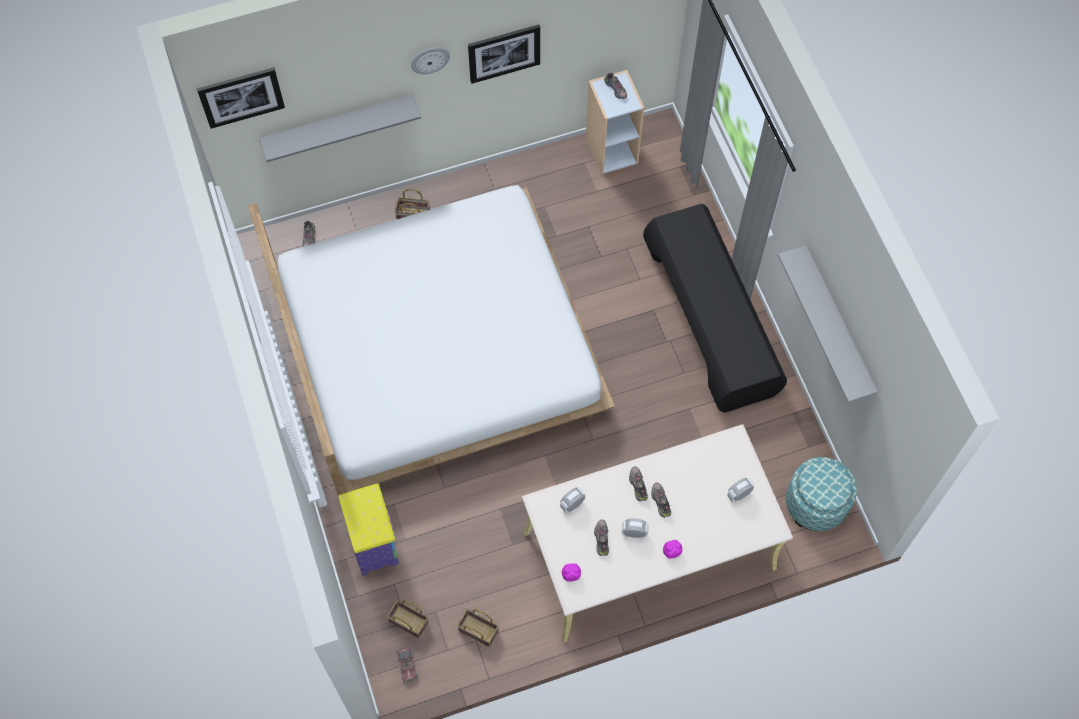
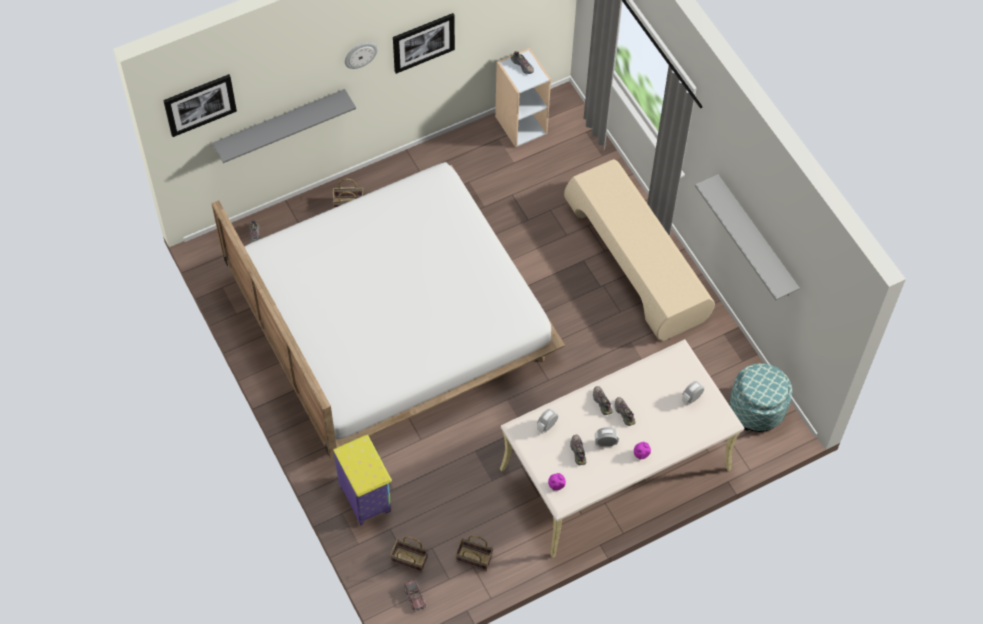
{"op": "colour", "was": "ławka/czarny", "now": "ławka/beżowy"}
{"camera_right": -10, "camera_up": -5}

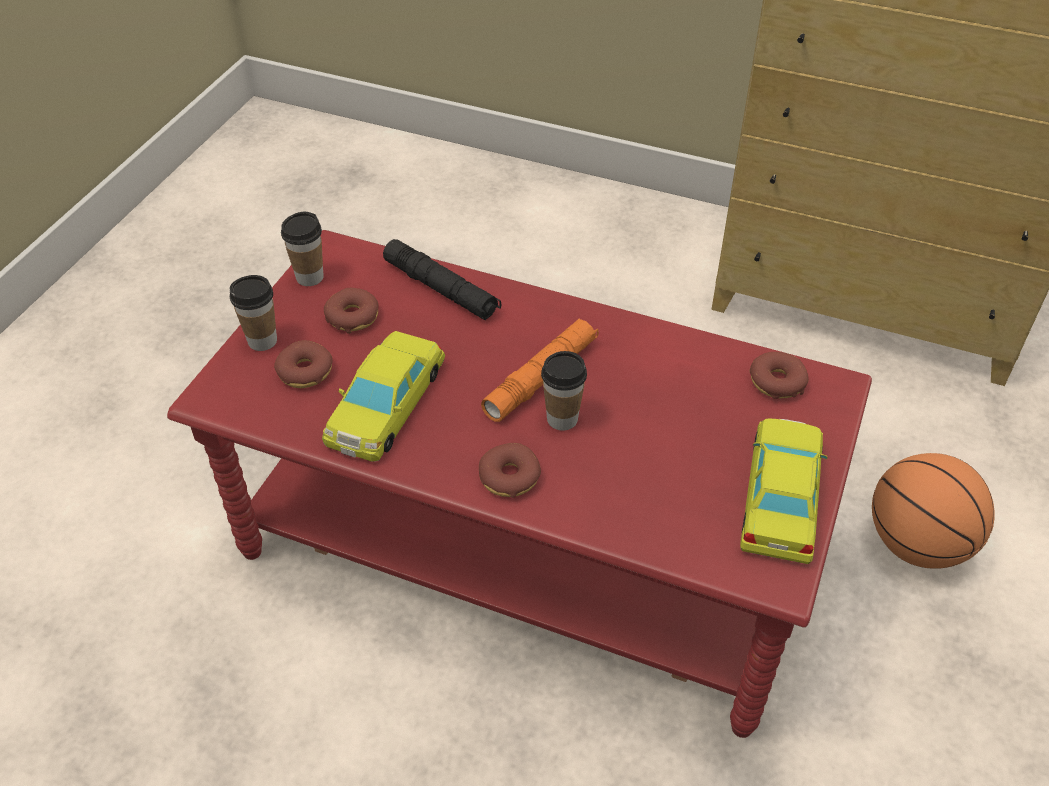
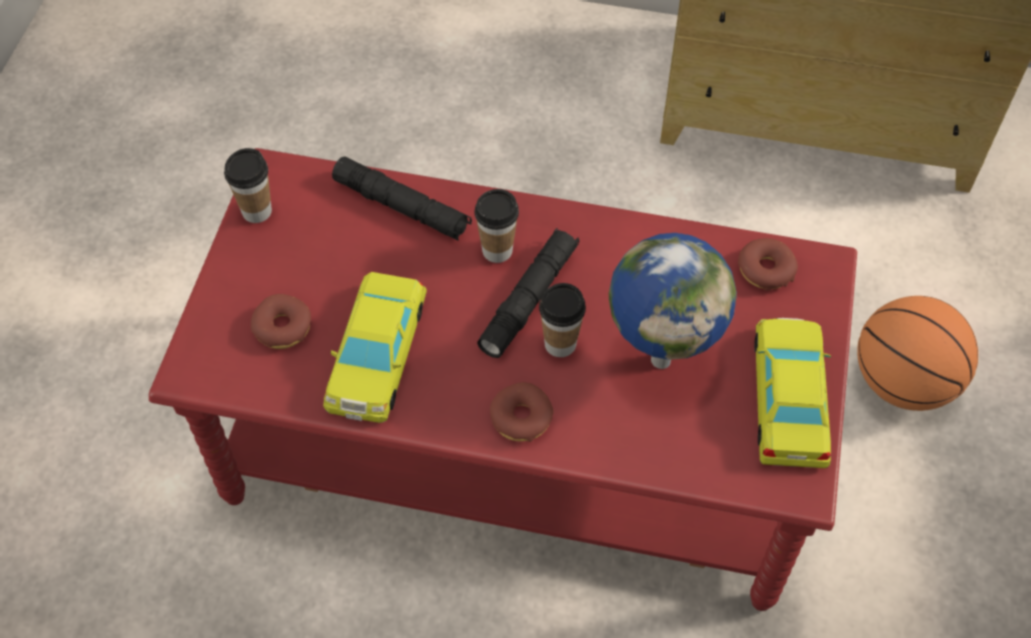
{"op": "relocated", "was": "filiżanka (no. 1 from left in the first image)", "now": "filiżanka (no. 2 from left)"}
{"op": "colour", "was": "latarka/pomarańczowy", "now": "latarka/czarny (no. 2 from left)"}
{"op": "appeared", "now": "globus"}
{"op": "missing", "was": "donut (no. 2 from left)"}
{"camera_right": -10, "camera_up": 10}

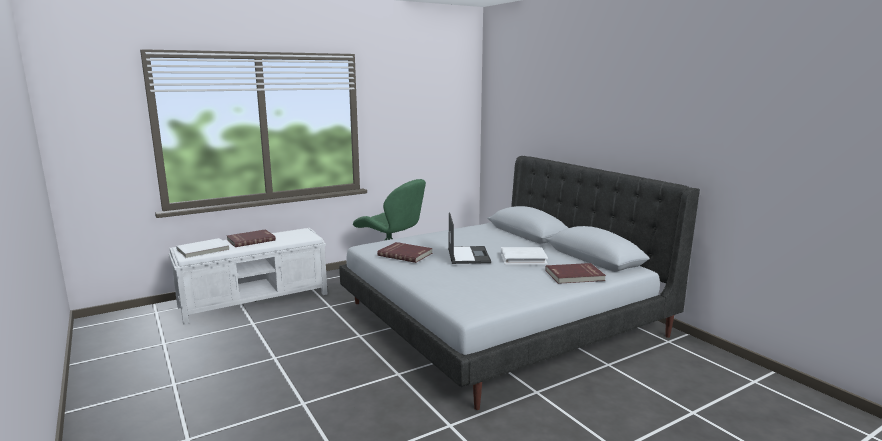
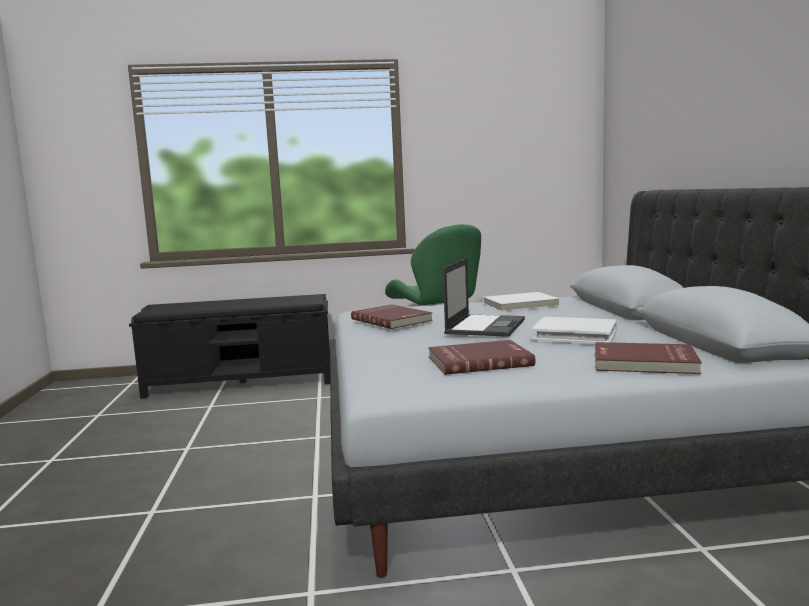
{"op": "colour", "was": "ławka/biały", "now": "ławka/czarny"}
{"op": "relocated", "was": "książka/czerwony (no. 1 from left in the first image)", "now": "książka/czerwony (no. 2 from left)"}
{"op": "relocated", "was": "książka/biały (no. 1 from left)"}
{"camera_right": 25, "camera_up": -5}

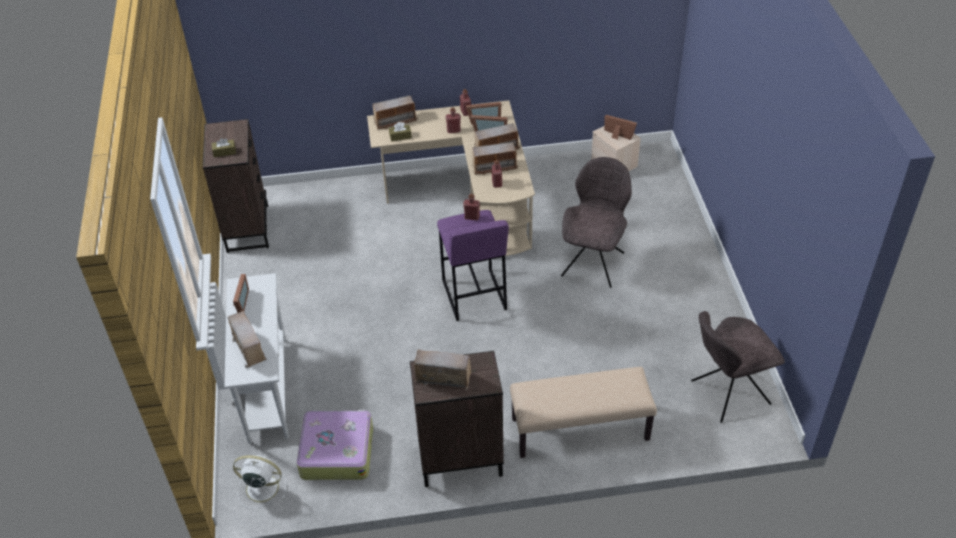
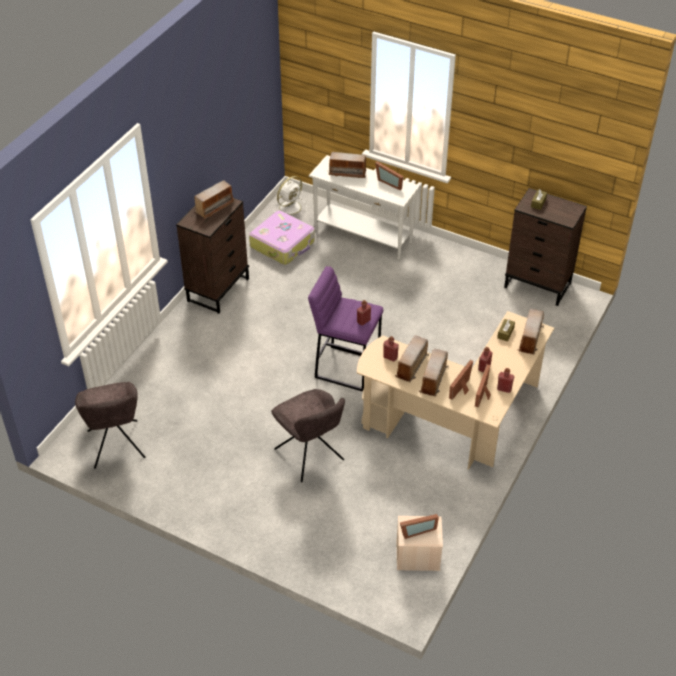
{"op": "spun", "was": "krzesło/szary (no. 2 from left in the first image)", "clockwise": 150}
{"op": "missing", "was": "ławka/beżowy"}
{"camera_right": 125, "camera_up": 0}

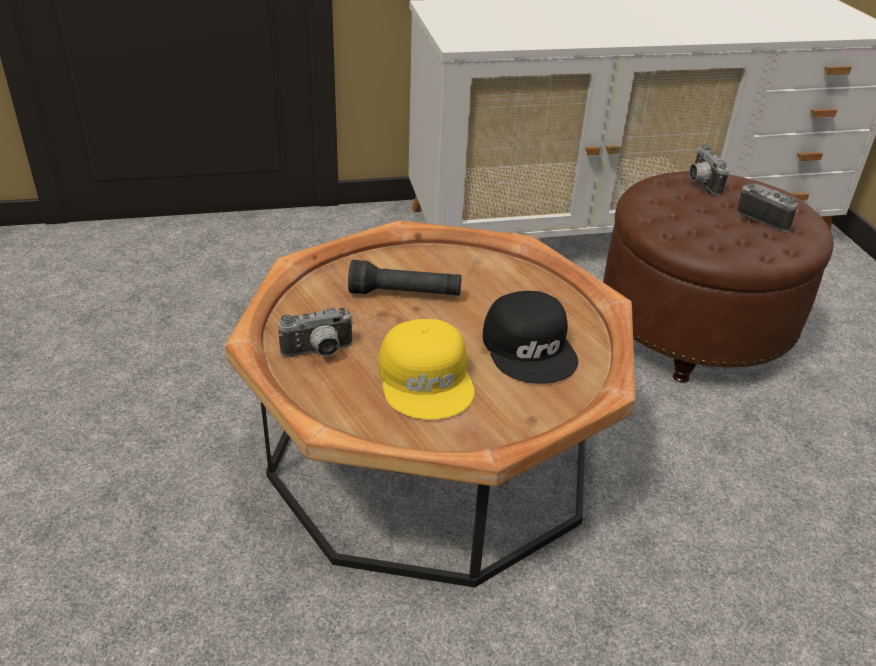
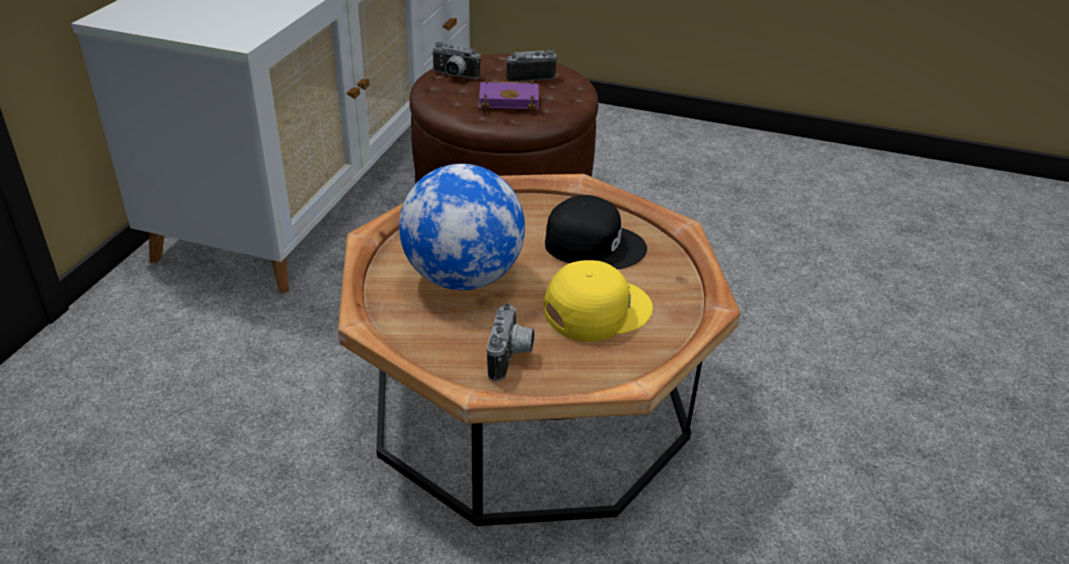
{"op": "exchanged", "was": "latarka/czarny", "now": "globus"}
{"op": "appeared", "now": "książka/fioletowy"}
{"op": "spun", "was": "czapka z daszkiem/żółty", "clockwise": -45}
{"camera_right": -60, "camera_up": 0}

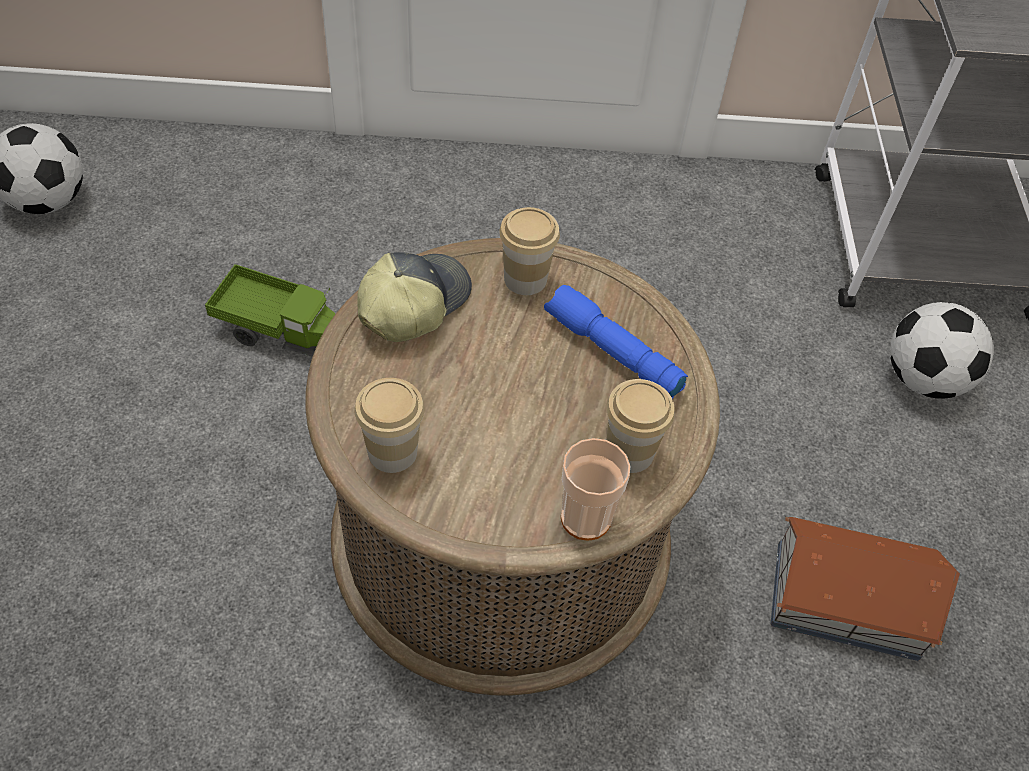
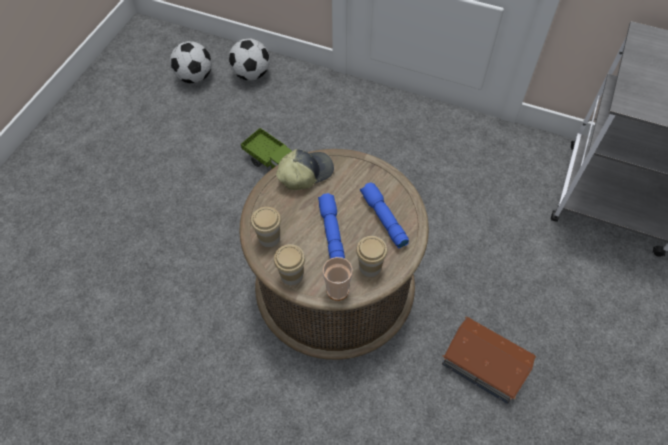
{"op": "relocated", "was": "piłka futbolowa (no. 2 from left)"}
{"op": "relocated", "was": "filiżanka (no. 2 from left)"}
{"op": "appeared", "now": "latarka/niebieski (no. 1 from left)"}
{"camera_right": 25, "camera_up": 5}

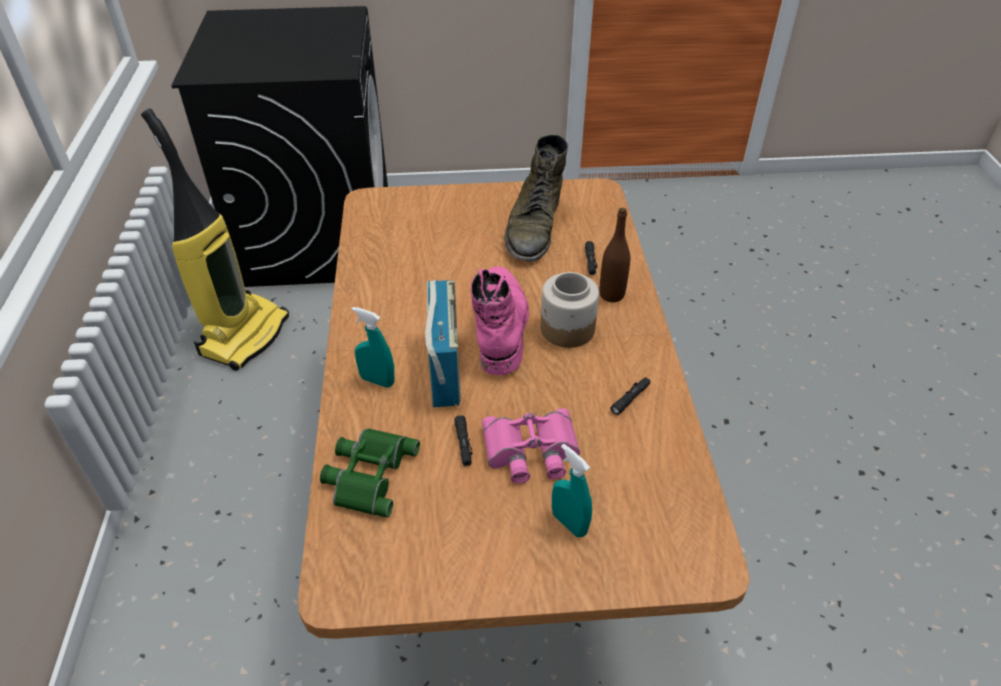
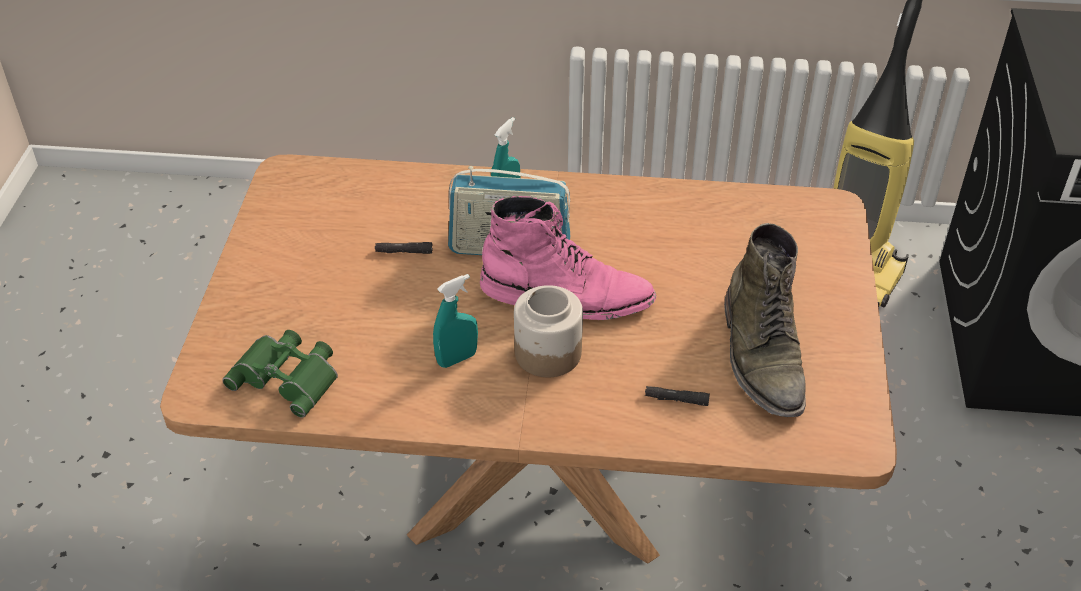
{"op": "relocated", "was": "lornetka/zielony"}
{"op": "relocated", "was": "spryskiwacz/turkusowy (no. 2 from left in the first image)", "now": "spryskiwacz/turkusowy (no. 1 from left)"}
{"op": "spun", "was": "but z cholewką/zielony", "clockwise": -120}
{"op": "missing", "was": "lornetka/różowy"}
{"op": "missing", "was": "butelka/brązowy"}
{"op": "missing", "was": "latarka/czarny (no. 3 from left)"}
{"camera_right": 100, "camera_up": 0}

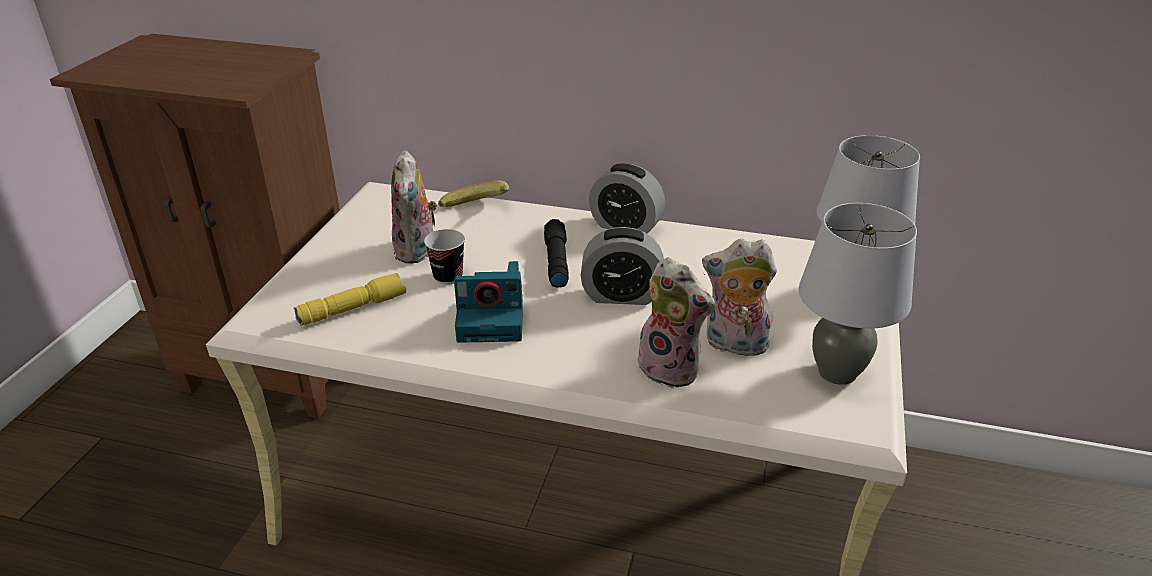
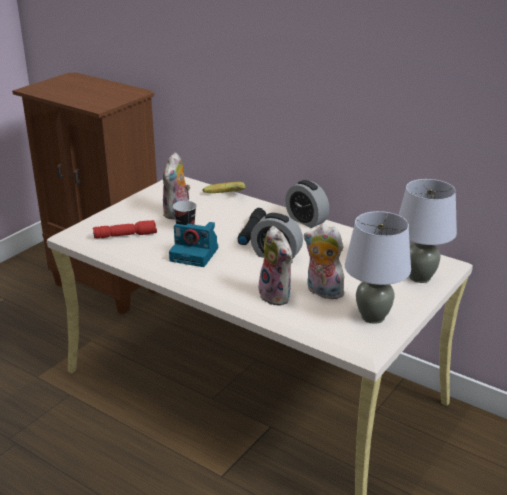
{"op": "colour", "was": "latarka/żółty", "now": "latarka/czerwony"}
{"camera_right": 20, "camera_up": -5}

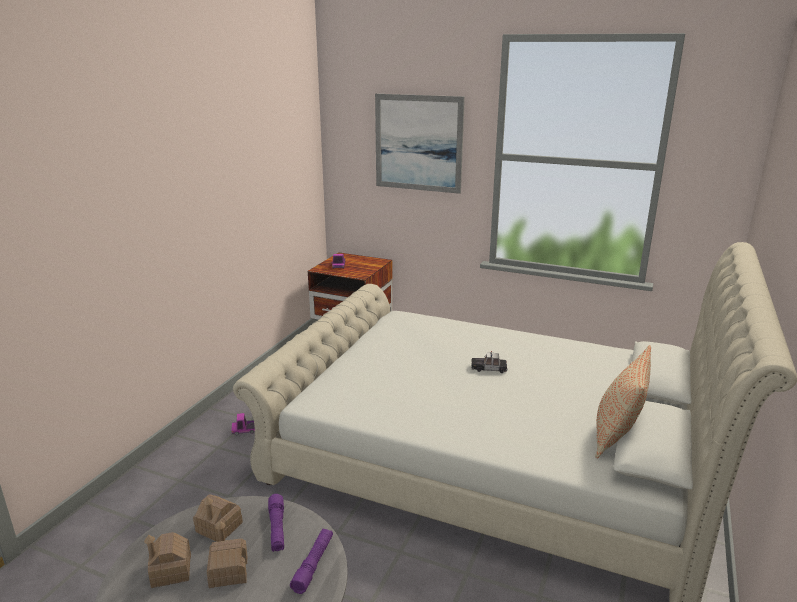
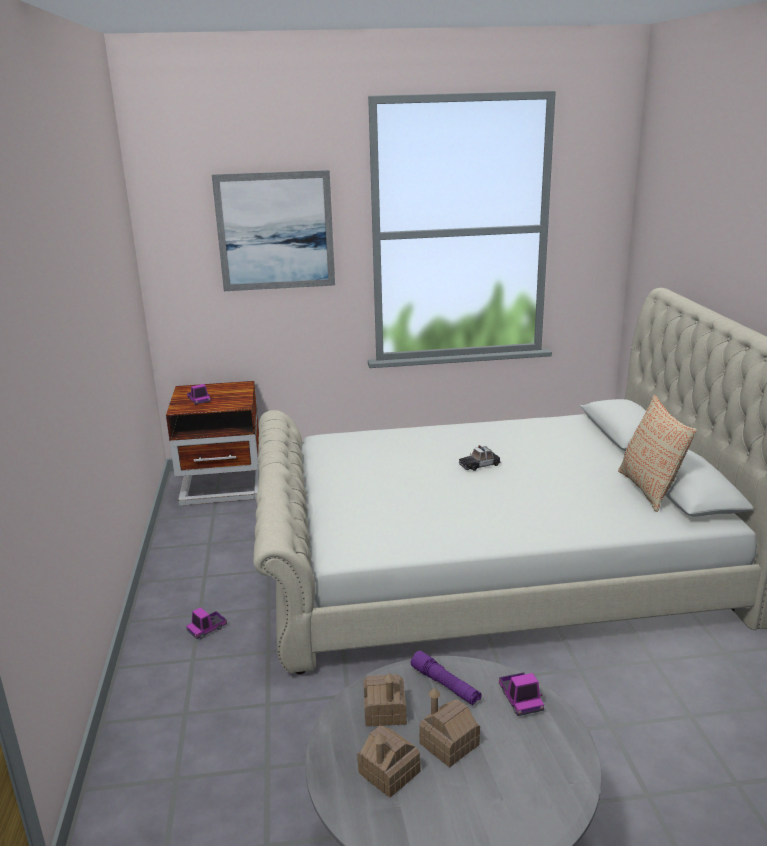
{"op": "exchanged", "was": "latarka/fioletowy (no. 2 from left)", "now": "ciężarówka zabawkowa (no. 3 from left)"}
{"camera_right": -30, "camera_up": 0}

